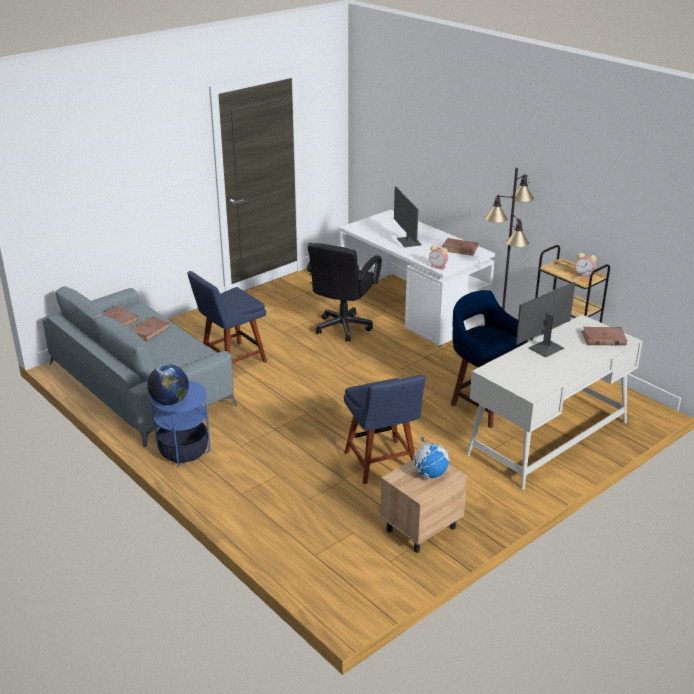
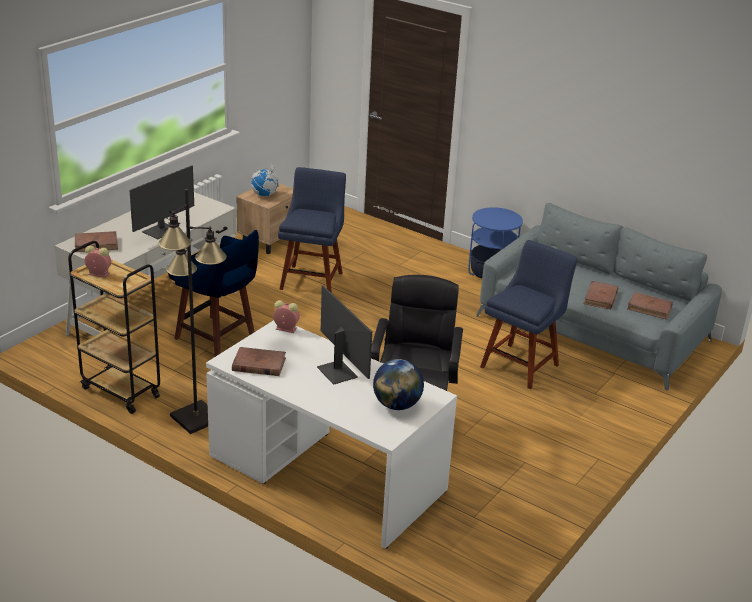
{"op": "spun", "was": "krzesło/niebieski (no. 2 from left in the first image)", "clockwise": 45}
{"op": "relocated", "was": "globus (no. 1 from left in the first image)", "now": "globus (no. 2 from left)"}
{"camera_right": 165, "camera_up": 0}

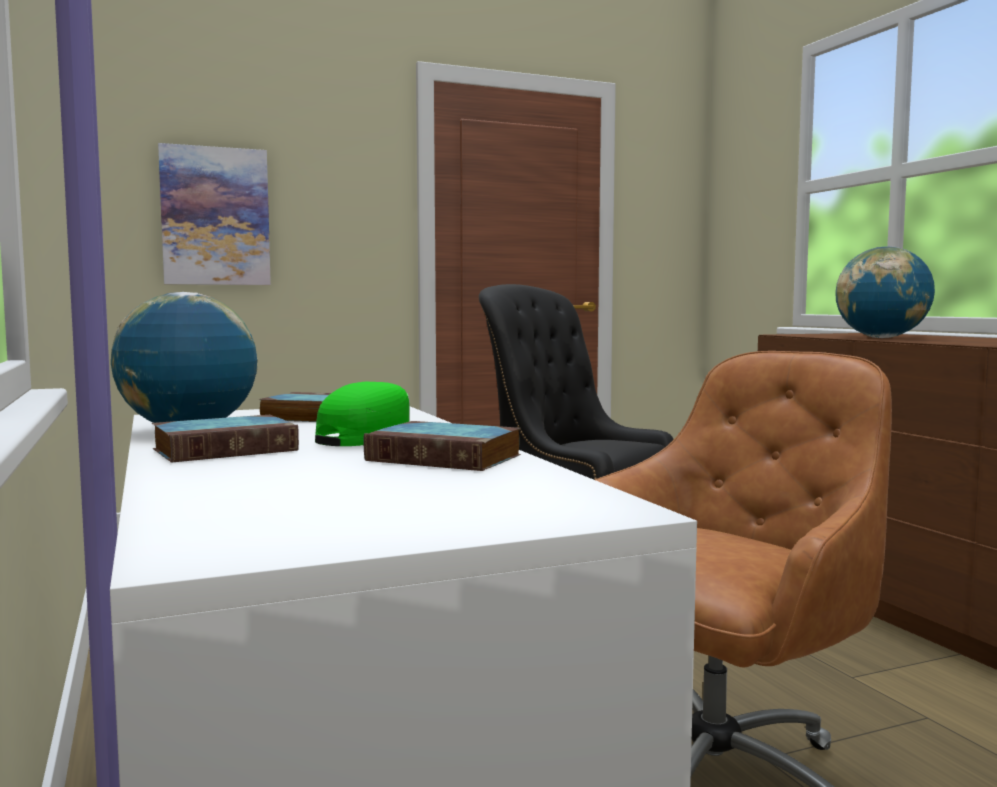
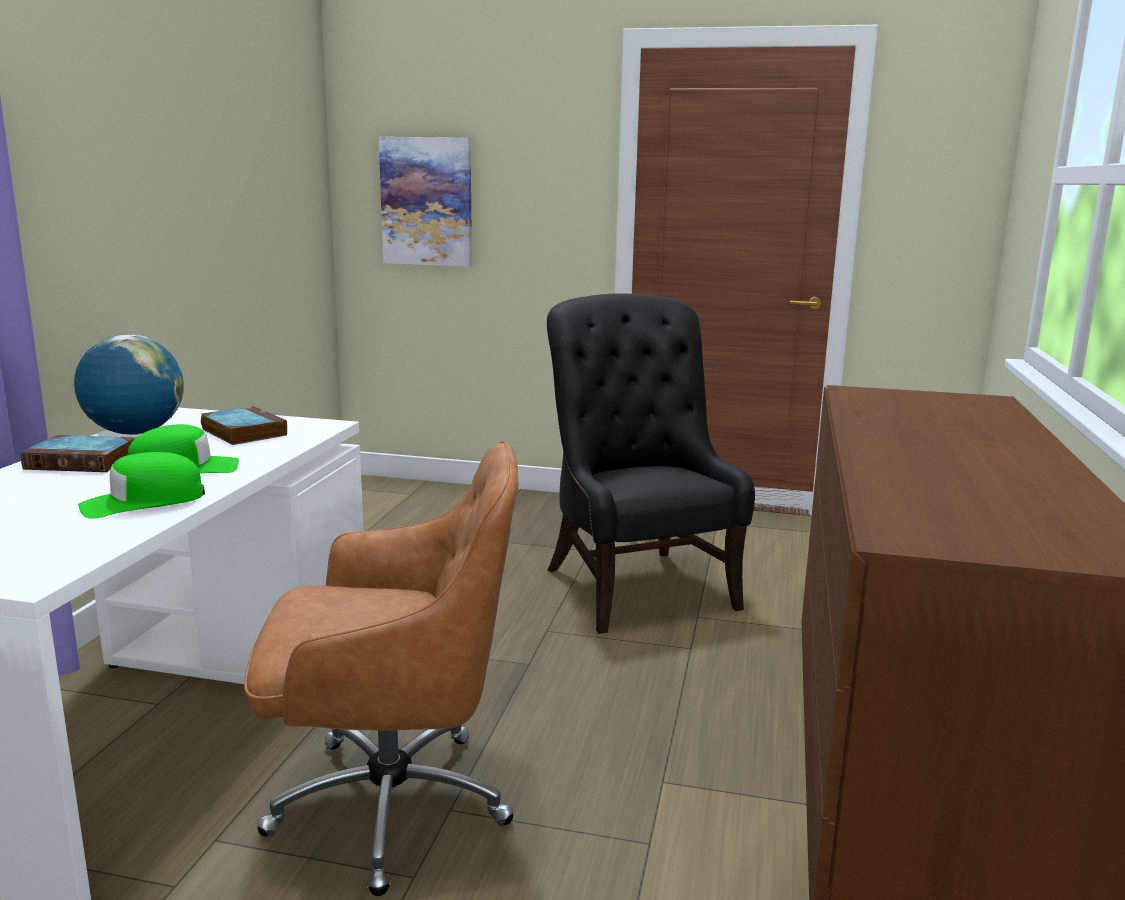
{"op": "exchanged", "was": "książka (no. 3 from left)", "now": "czapka z daszkiem/zielony (no. 1 from left)"}
{"op": "missing", "was": "globus (no. 2 from left)"}
{"camera_right": 35, "camera_up": 10}

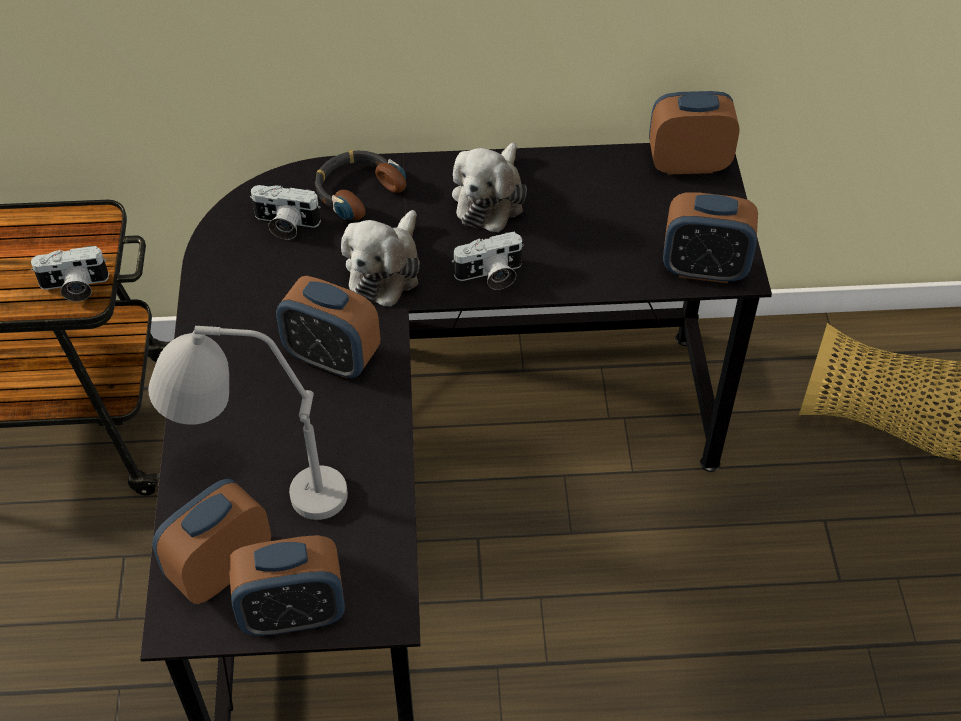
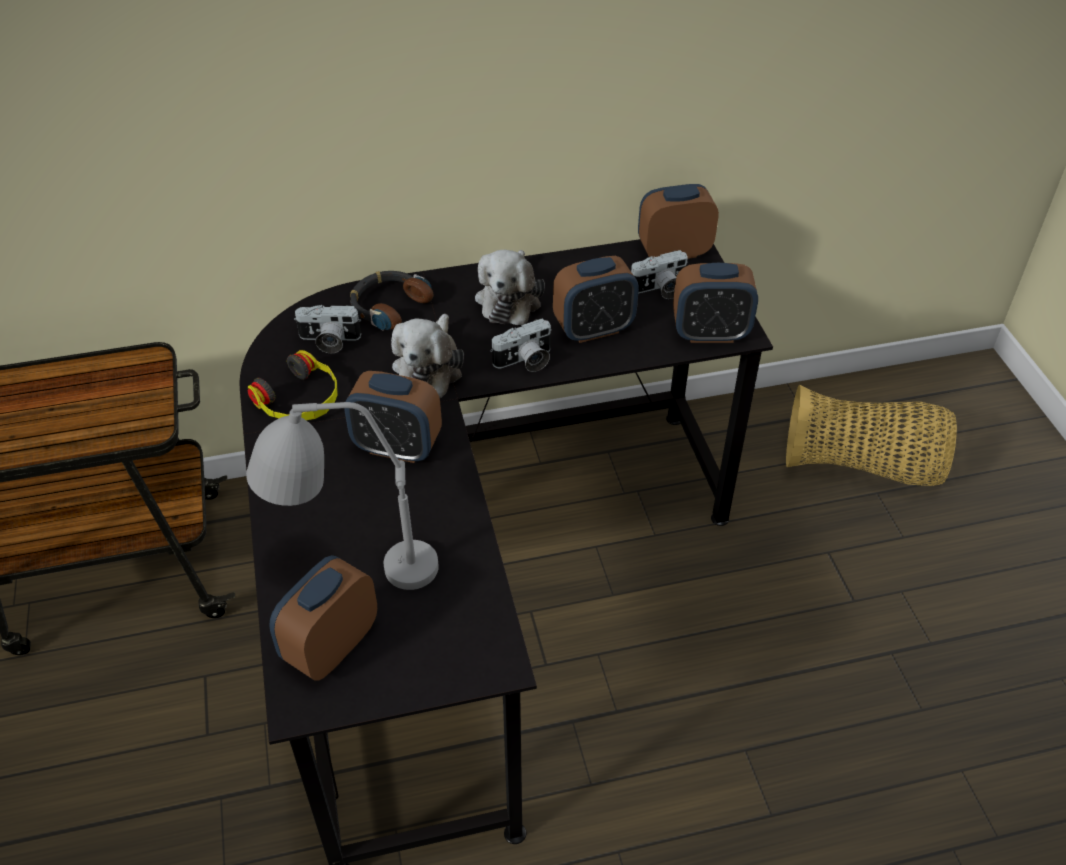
{"op": "appeared", "now": "słuchawki (no. 1 from left)"}
{"op": "relocated", "was": "budzik (no. 2 from left in the first image)", "now": "budzik (no. 3 from left)"}
{"op": "relocated", "was": "aparat fotograficzny (no. 1 from left in the first image)", "now": "aparat fotograficzny (no. 3 from left)"}
{"camera_right": -10, "camera_up": -5}

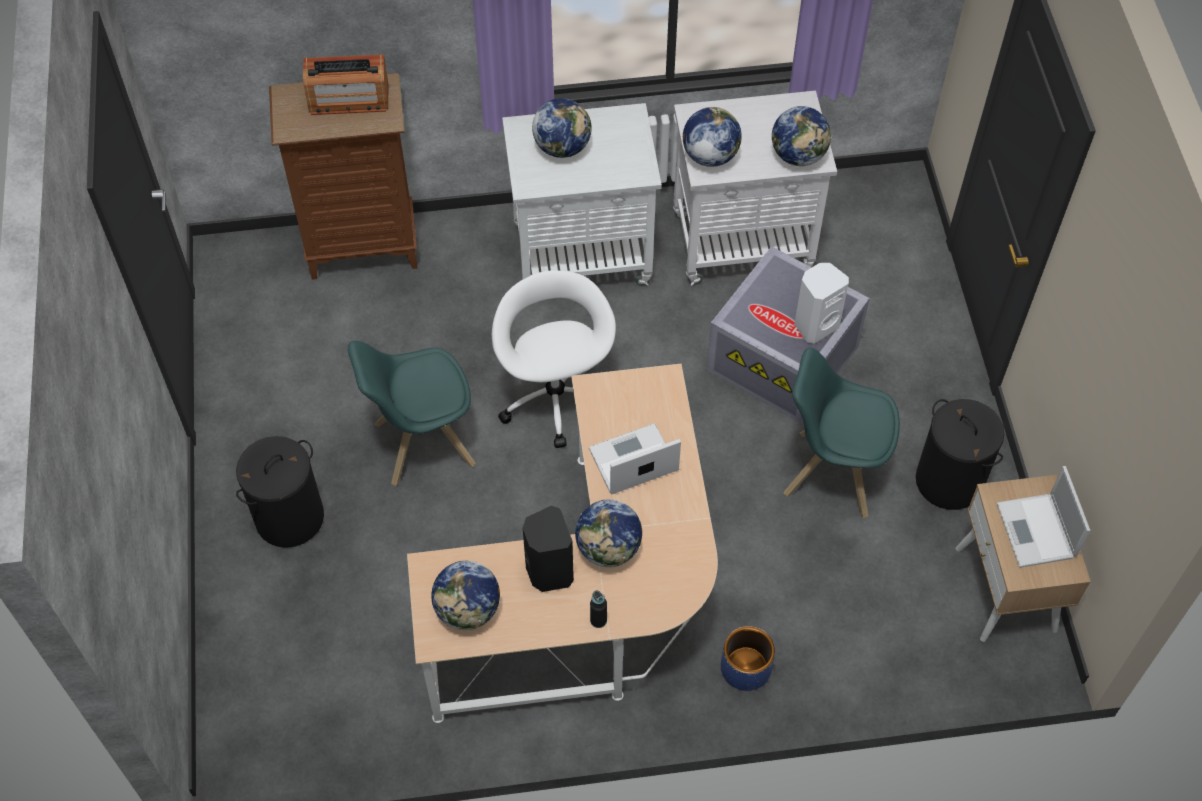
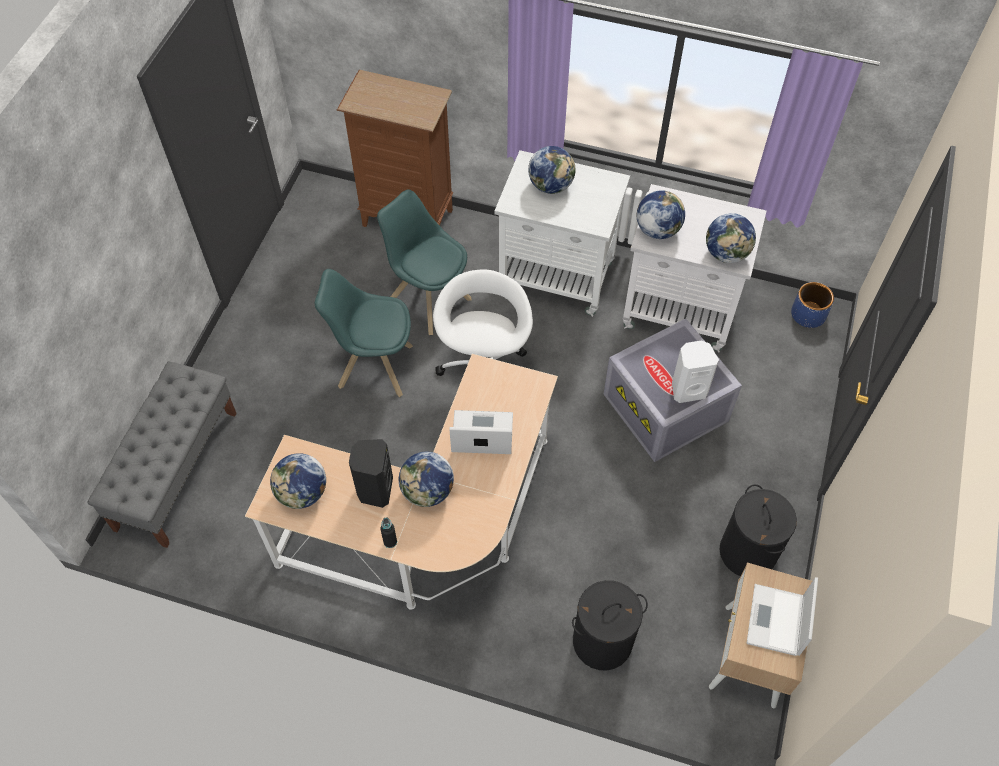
{"op": "appeared", "now": "ławka/szary"}
{"op": "relocated", "was": "krzesło/turkusowy (no. 2 from left)"}
{"op": "relocated", "was": "kosz na pranie/czarny (no. 1 from left)"}
{"op": "relocated", "was": "donica/niebieski"}
{"op": "missing", "was": "radio"}
{"camera_right": 25, "camera_up": 0}

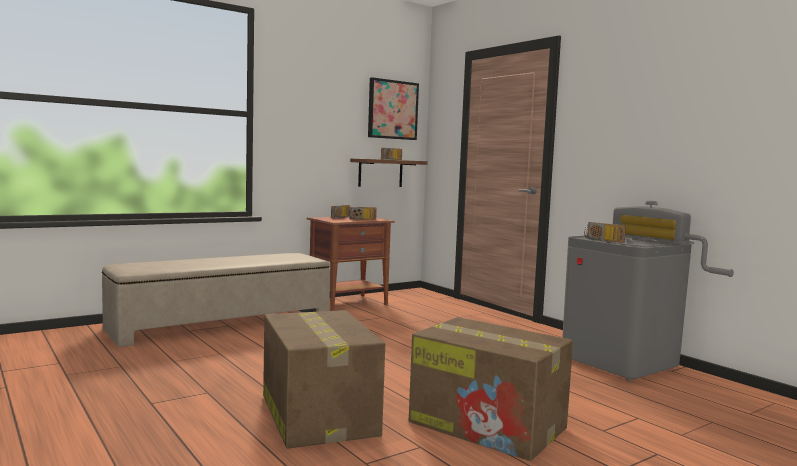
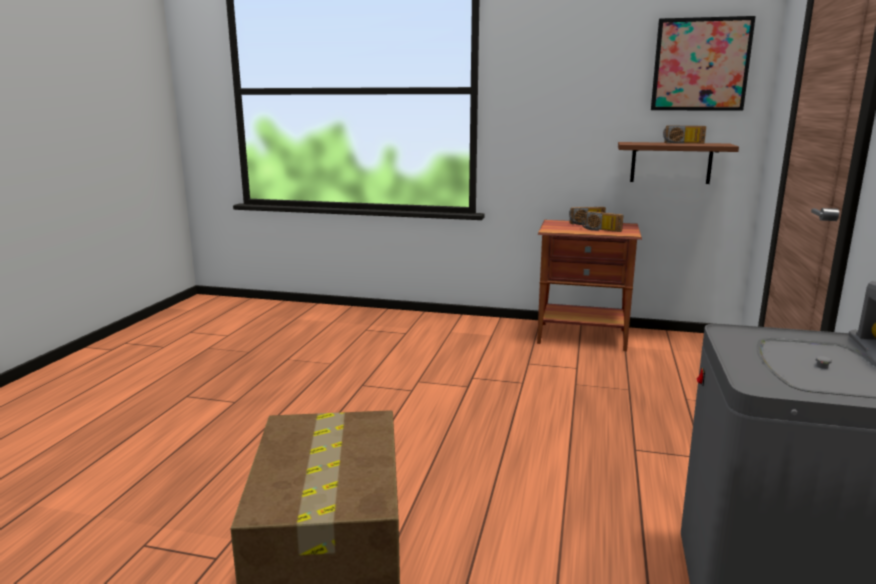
{"op": "missing", "was": "ławka/beżowy"}
{"op": "missing", "was": "karton (no. 1 from left)"}
{"op": "missing", "was": "radio (no. 4 from left)"}
{"camera_right": 50, "camera_up": 10}

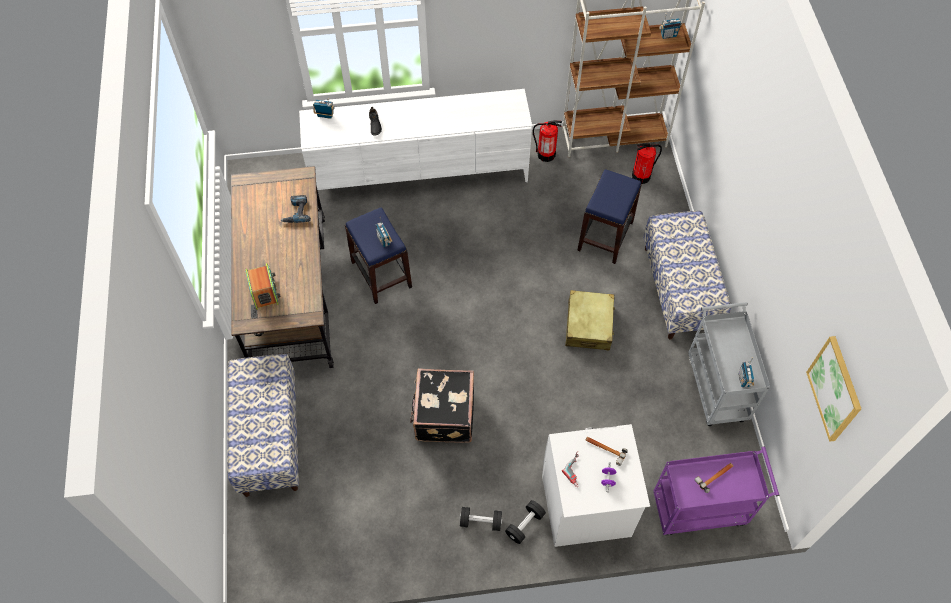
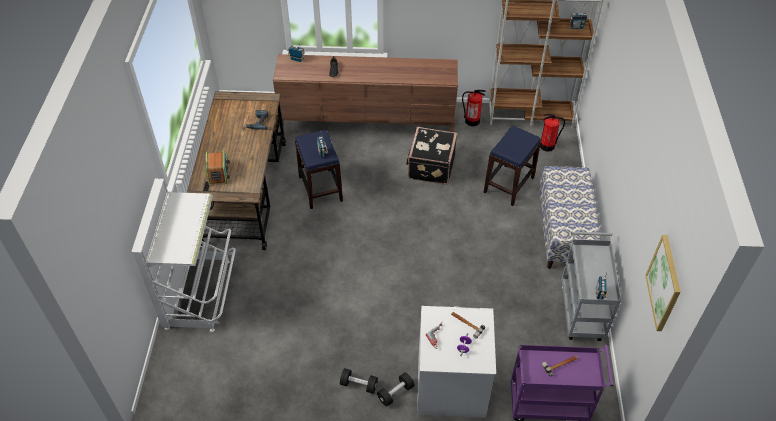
{"op": "exchanged", "was": "ławka (no. 1 from left)", "now": "regał na buty/biały"}
{"op": "colour", "was": "szafka/biały", "now": "szafka/brązowy"}
{"op": "relocated", "was": "walizka/czarny"}
{"op": "missing", "was": "walizka/beżowy"}
{"camera_right": 10, "camera_up": -10}

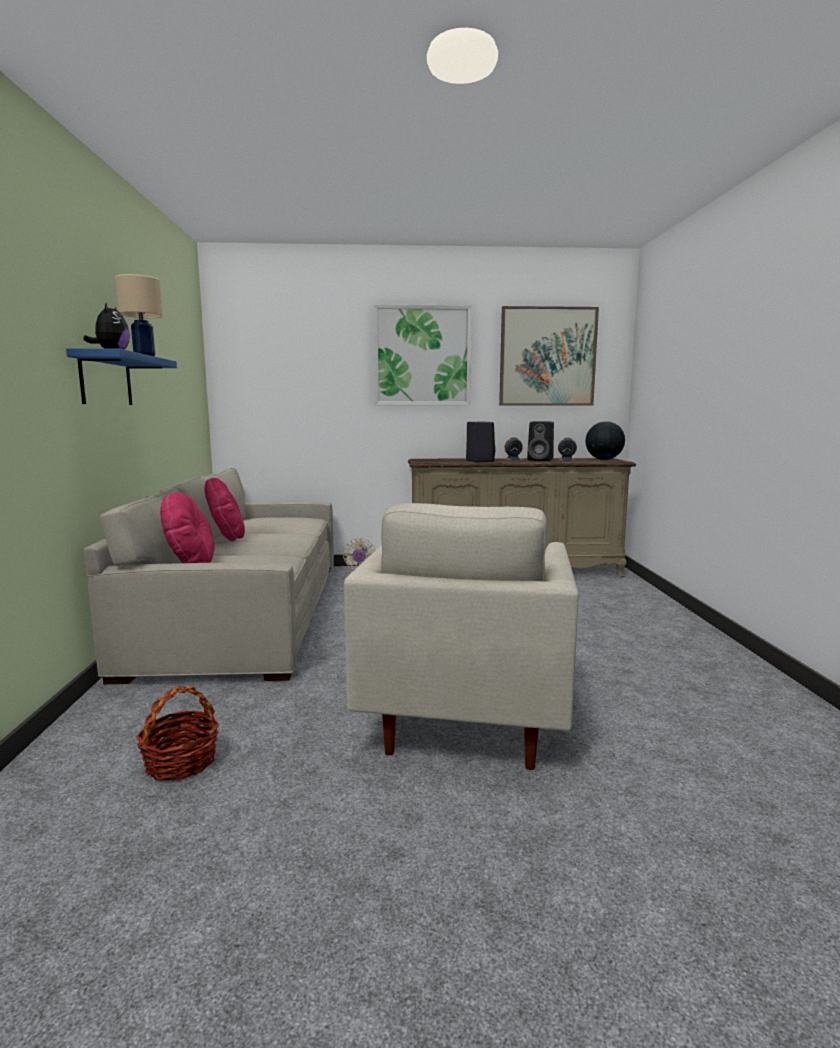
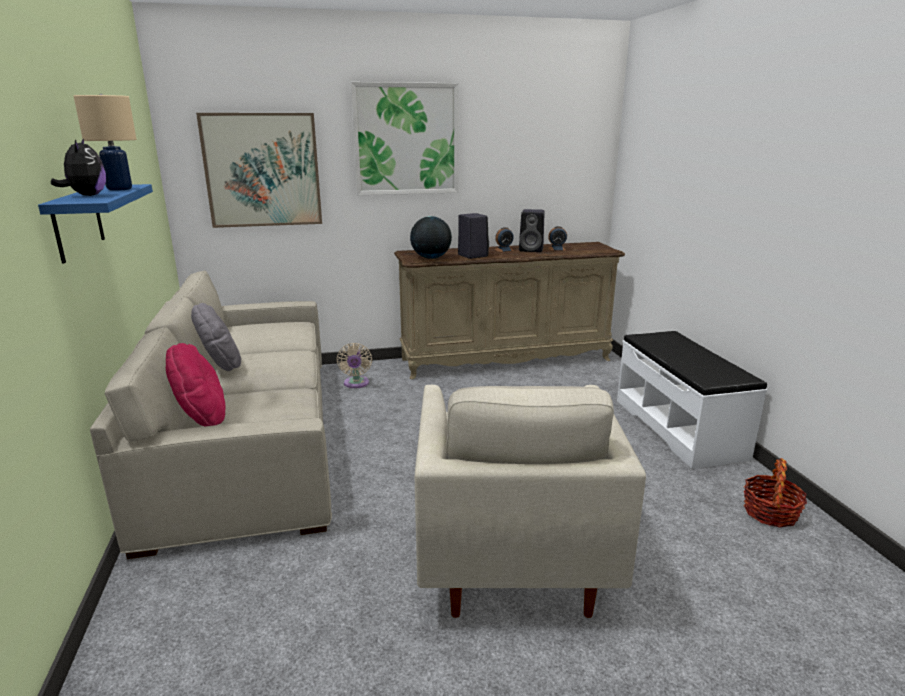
{"op": "colour", "was": "poduszka/różowy (no. 2 from left)", "now": "poduszka/szary"}
{"op": "relocated", "was": "obraz (no. 2 from left in the first image)", "now": "obraz (no. 1 from left)"}
{"op": "relocated", "was": "globus"}
{"op": "appeared", "now": "ławka/biały"}
{"op": "relocated", "was": "koszyk"}
{"camera_right": -10, "camera_up": 10}

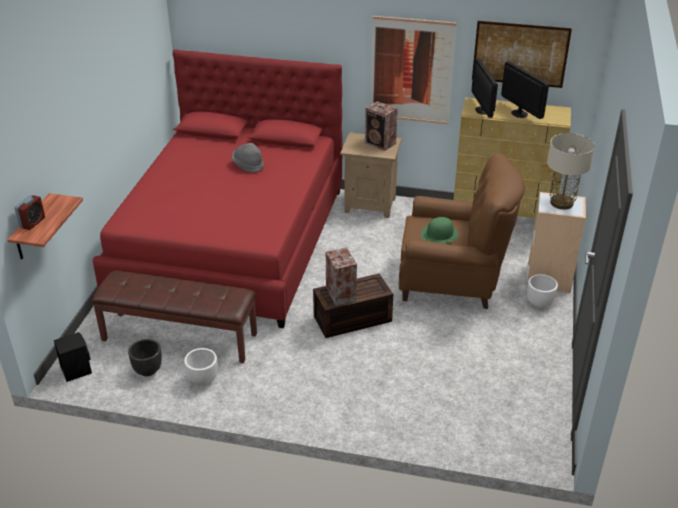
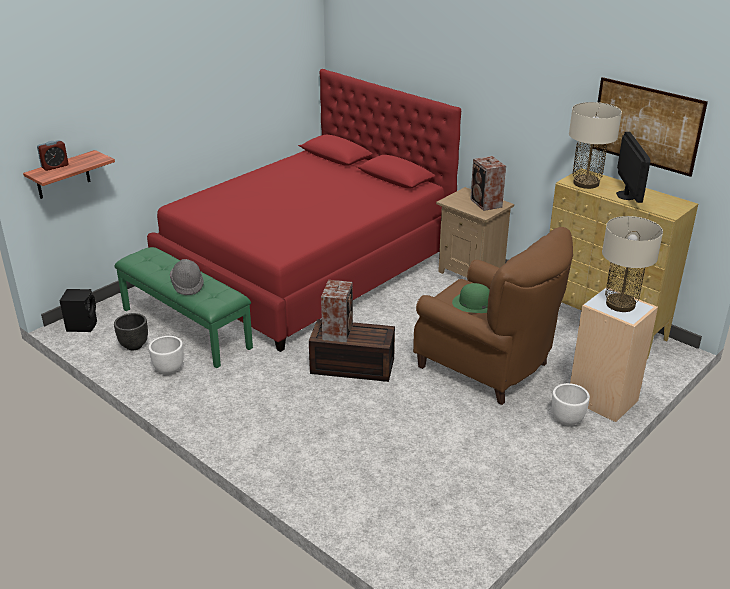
{"op": "colour", "was": "ławka/brązowy", "now": "ławka/zielony"}
{"op": "relocated", "was": "kapelusz/szary"}
{"op": "exchanged", "was": "monitor (no. 1 from left)", "now": "lampa stołowa (no. 1 from left)"}
{"op": "missing", "was": "obraz (no. 1 from left)"}
{"camera_right": 30, "camera_up": -5}

